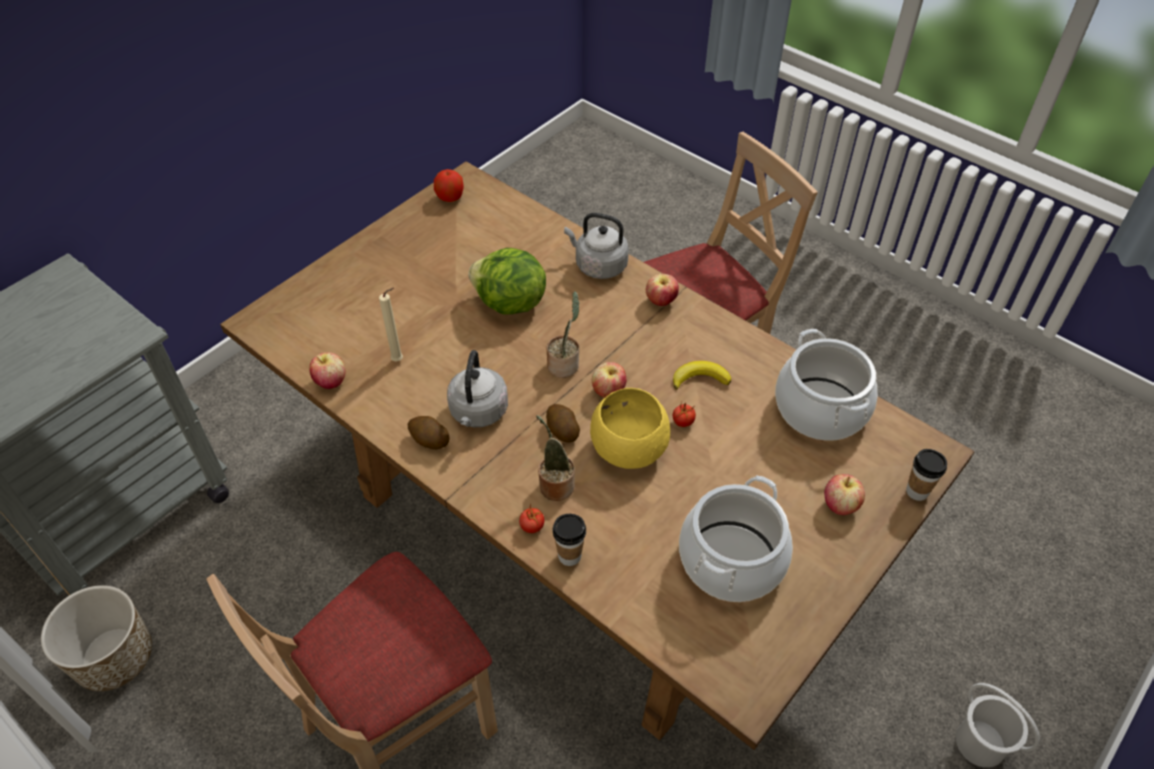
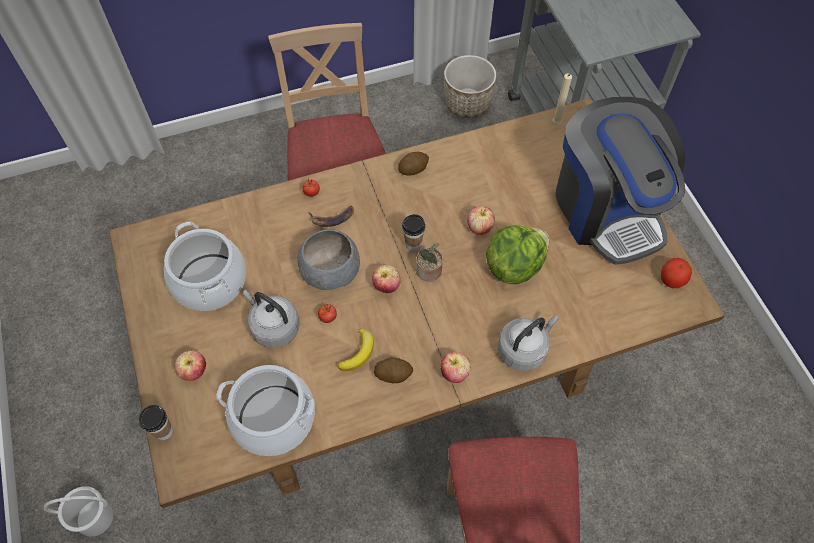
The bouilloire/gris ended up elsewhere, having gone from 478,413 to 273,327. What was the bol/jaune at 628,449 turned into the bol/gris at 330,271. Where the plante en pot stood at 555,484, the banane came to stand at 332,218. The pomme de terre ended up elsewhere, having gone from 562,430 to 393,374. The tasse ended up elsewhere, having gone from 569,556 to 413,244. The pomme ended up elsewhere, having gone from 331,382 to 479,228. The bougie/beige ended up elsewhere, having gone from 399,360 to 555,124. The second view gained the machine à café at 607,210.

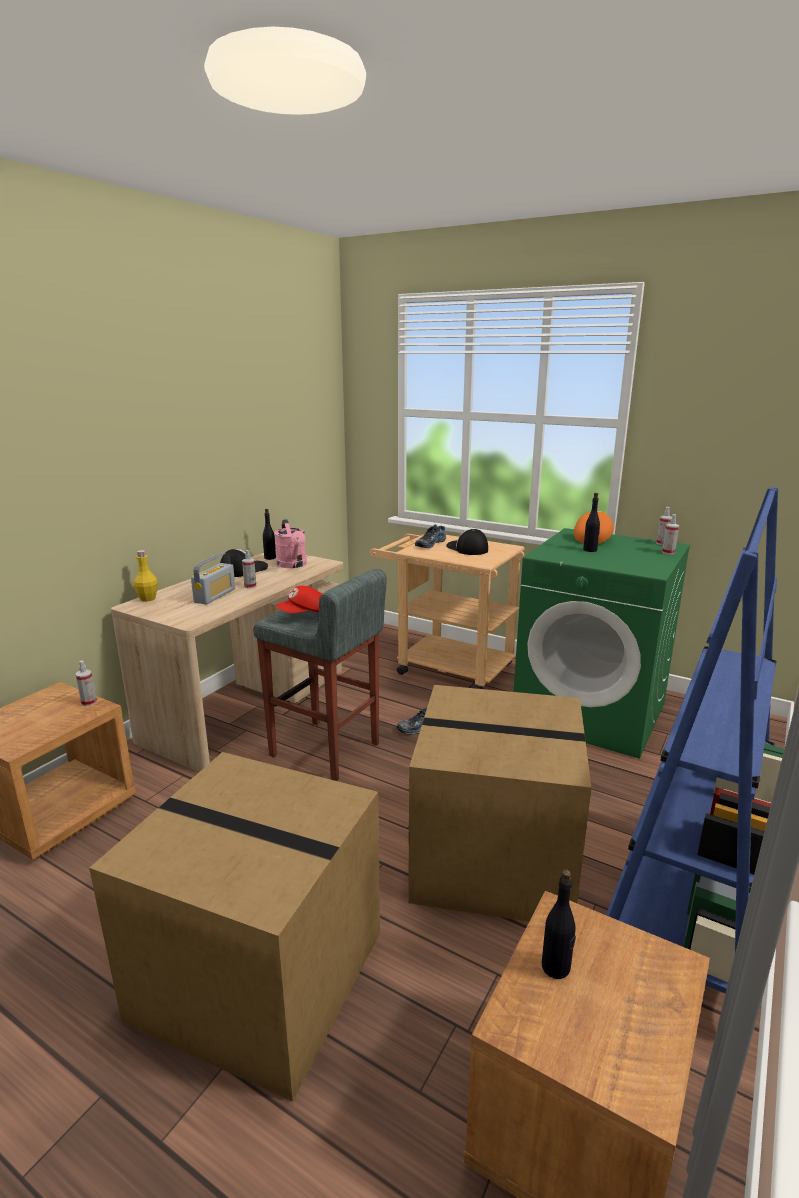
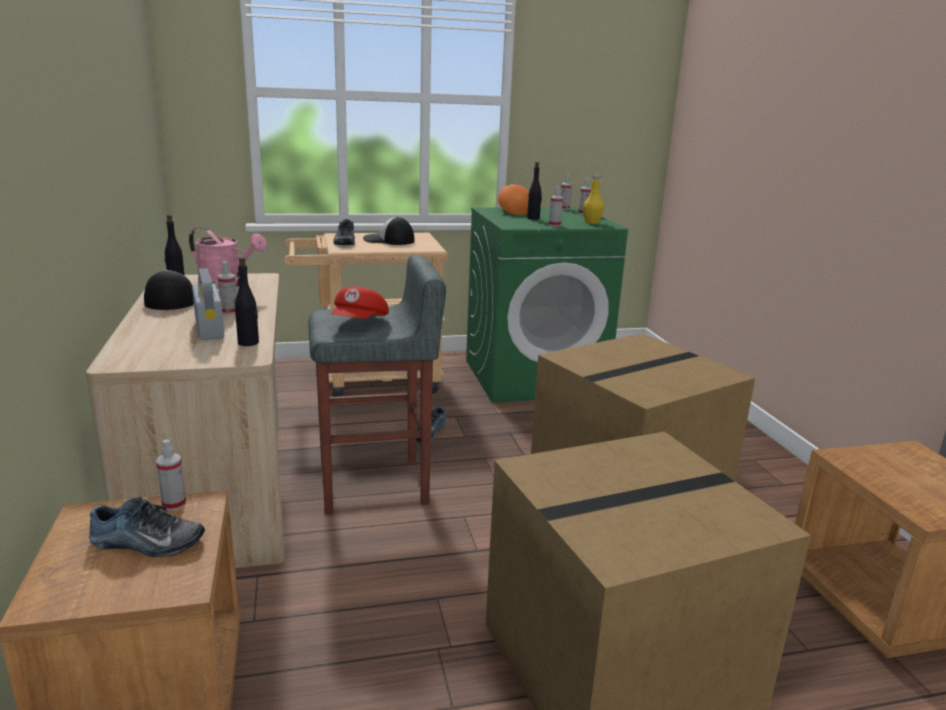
The second view gained the chaussure at 146,543. The bouteille/noir ended up elsewhere, having gone from 556,967 to 248,343. The second view gained the vaporisateur at 554,225. The bouteille/jaune ended up elsewhere, having gone from 148,599 to 592,222. The second view lost the bibliothèque/bleu at 684,913.

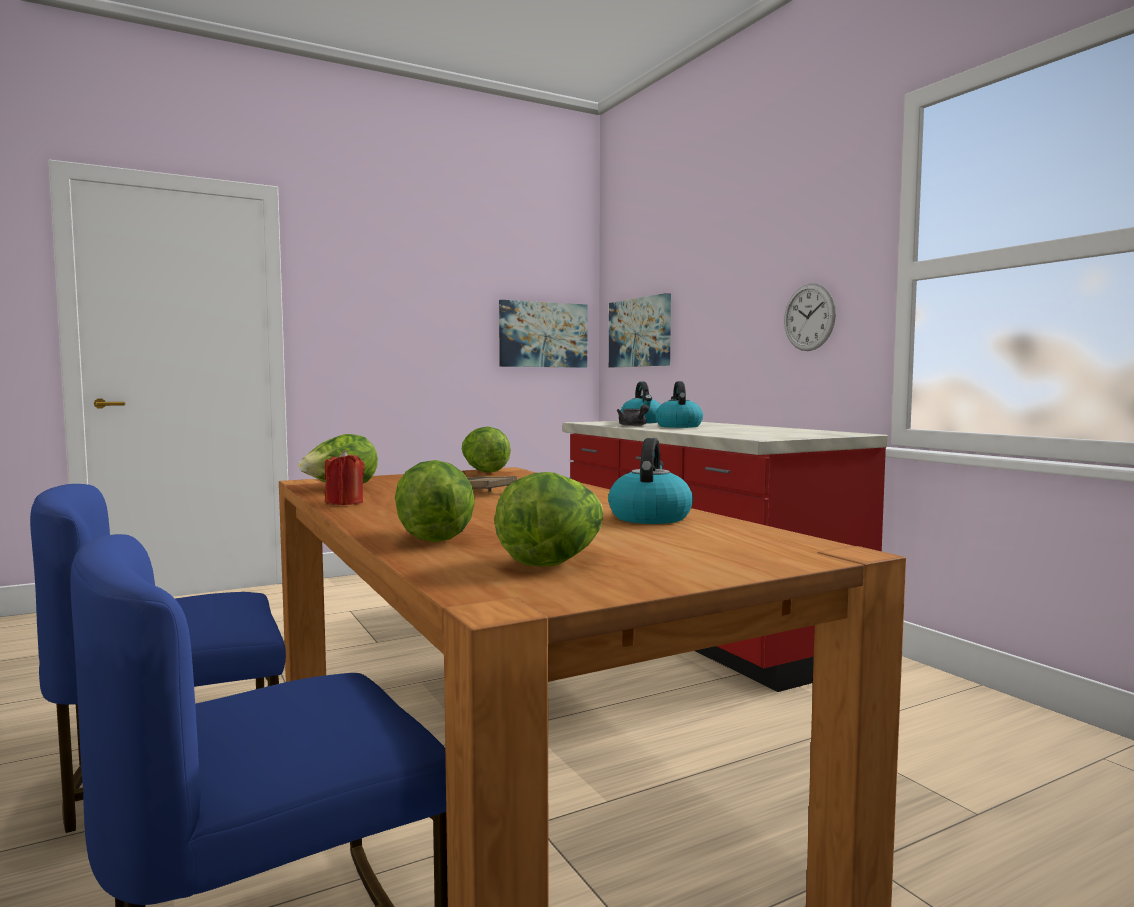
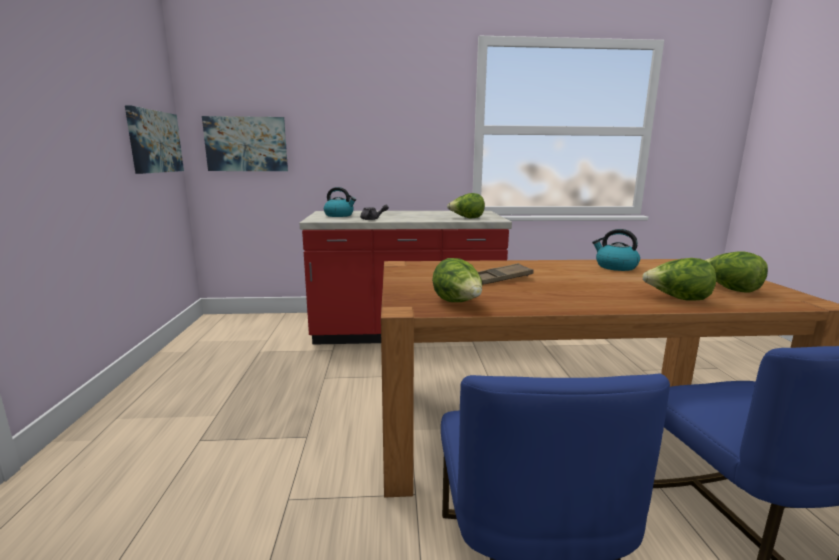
The laitue ended up elsewhere, having gone from 484,471 to 466,218. The second view lost the bougie/rouge at 344,503. The second view lost the bouilloire at 678,426. The second view lost the horloge murale at 809,317.

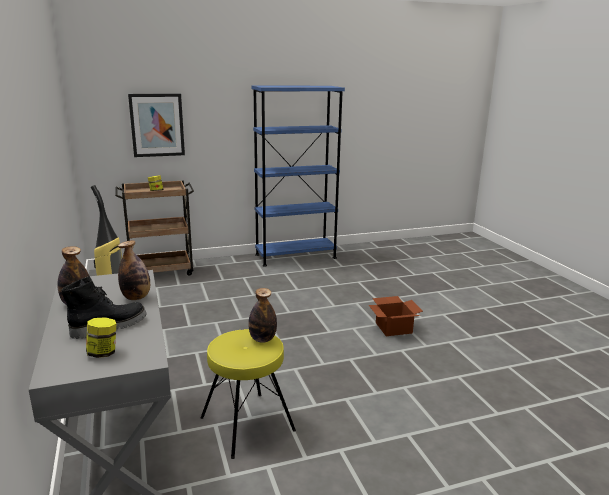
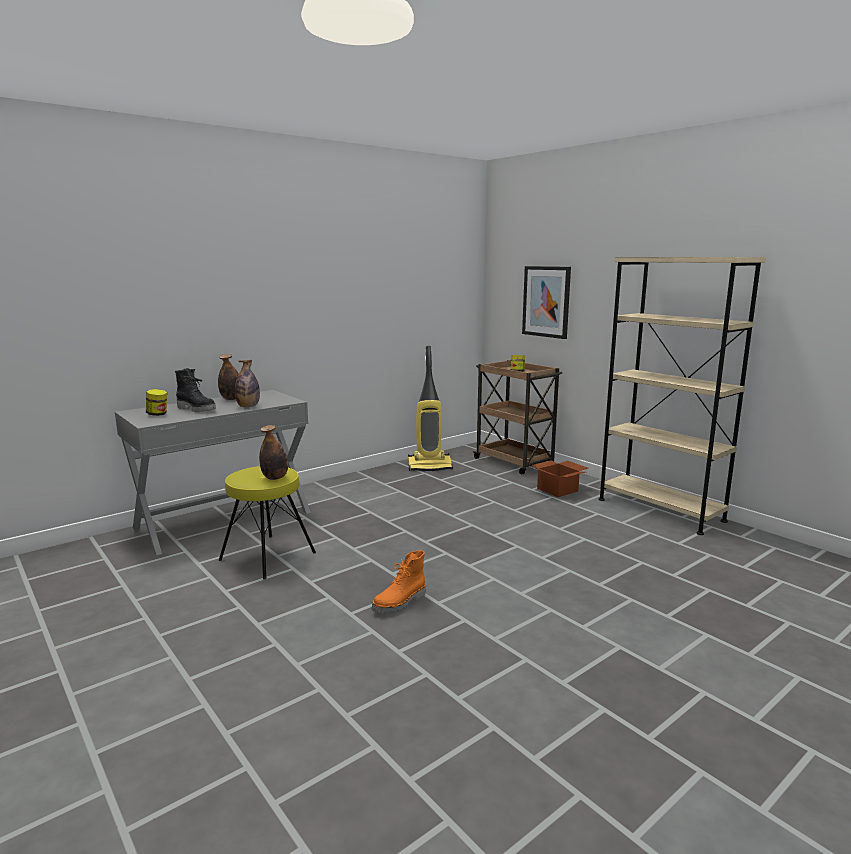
The second view gained the botte/orange at 400,603. The carton ended up elsewhere, having gone from 393,327 to 558,490. What was the bibliothèque/bleu at 295,256 turned into the bibliothèque/beige at 660,510.

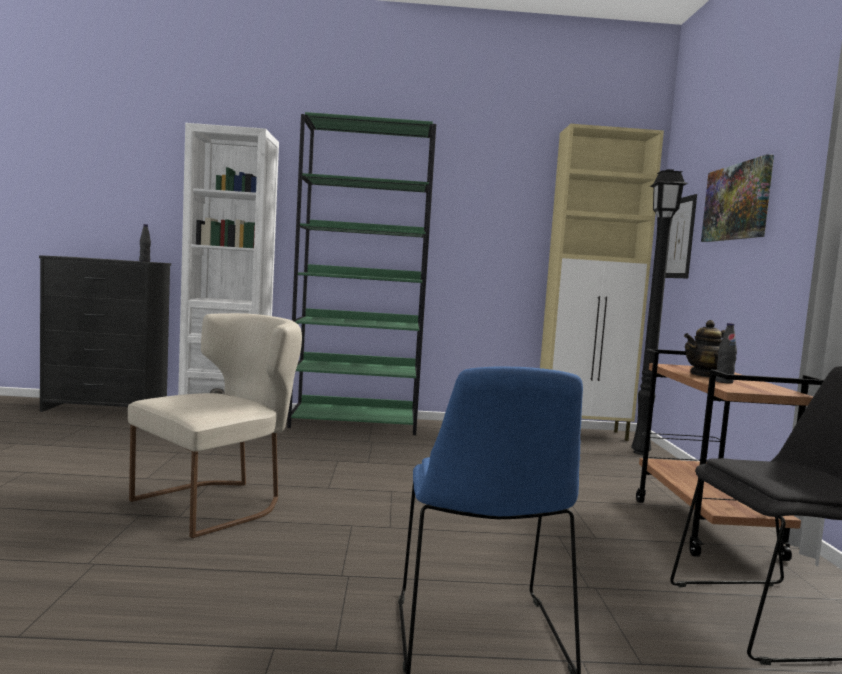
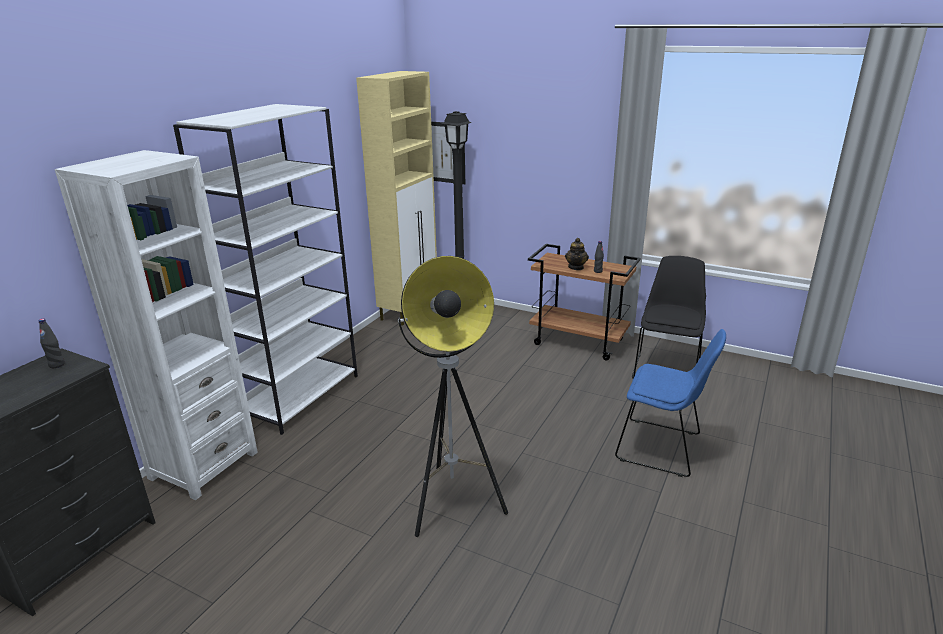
What was the bibliothèque/vert at 355,423 turned into the bibliothèque/blanc at 299,395. Where the chaise/beige stood at 219,502, the lampadaire came to stand at 453,502. The second view lost the tableau at 737,202.

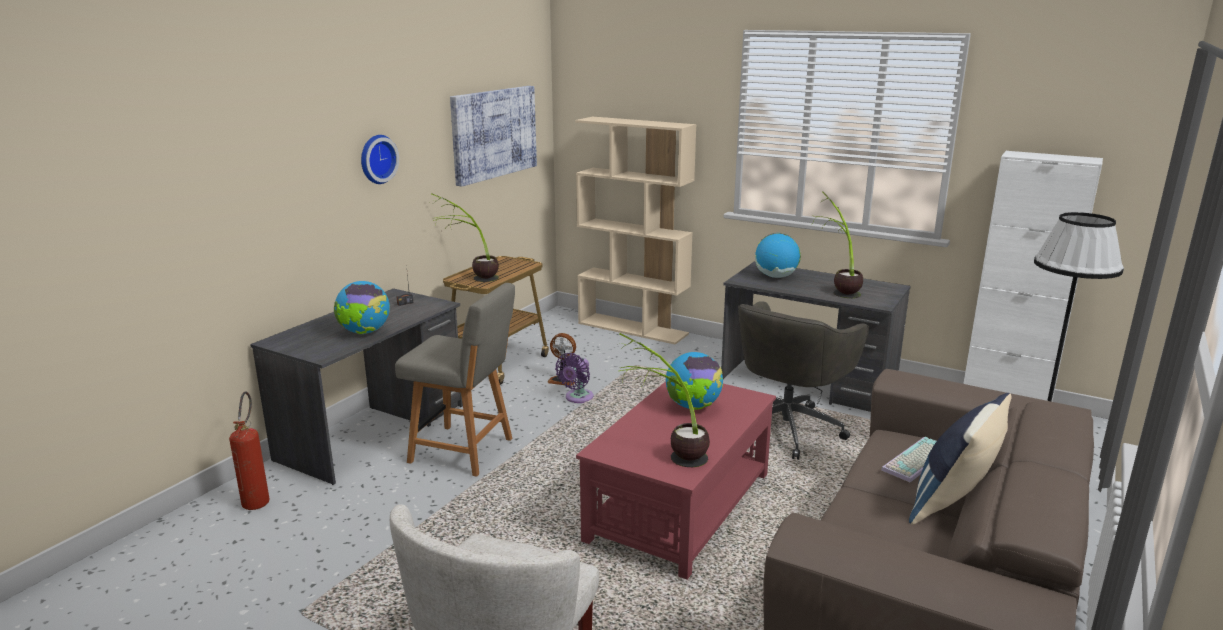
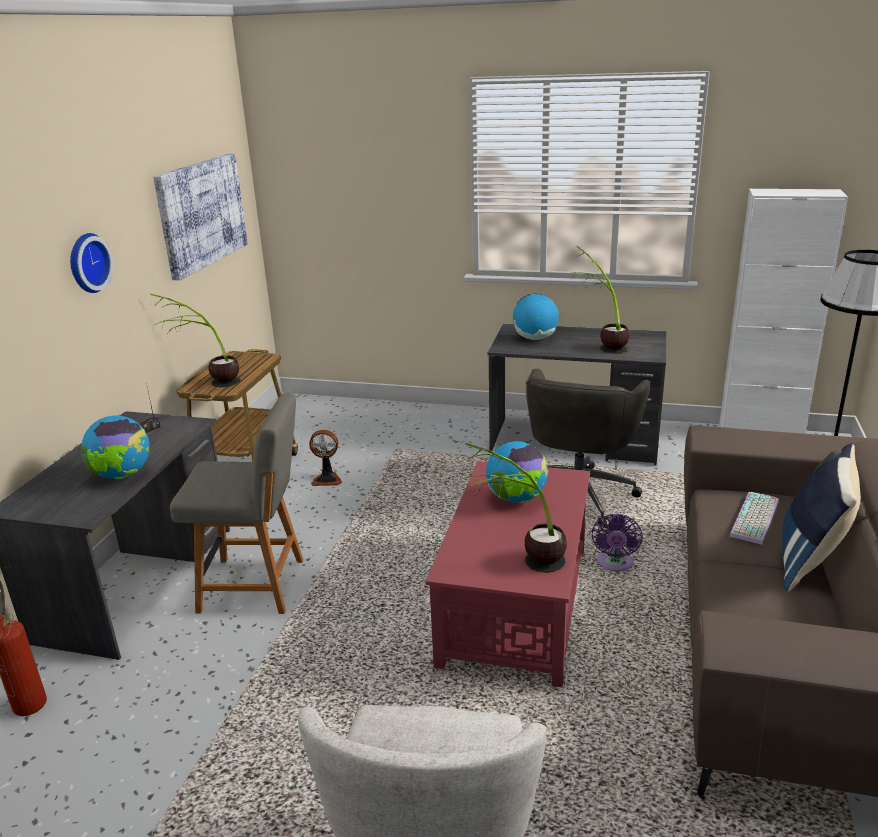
The ventilateur/violet ended up elsewhere, having gone from 577,398 to 614,564. The second view lost the bibliothèque/beige at 633,328.

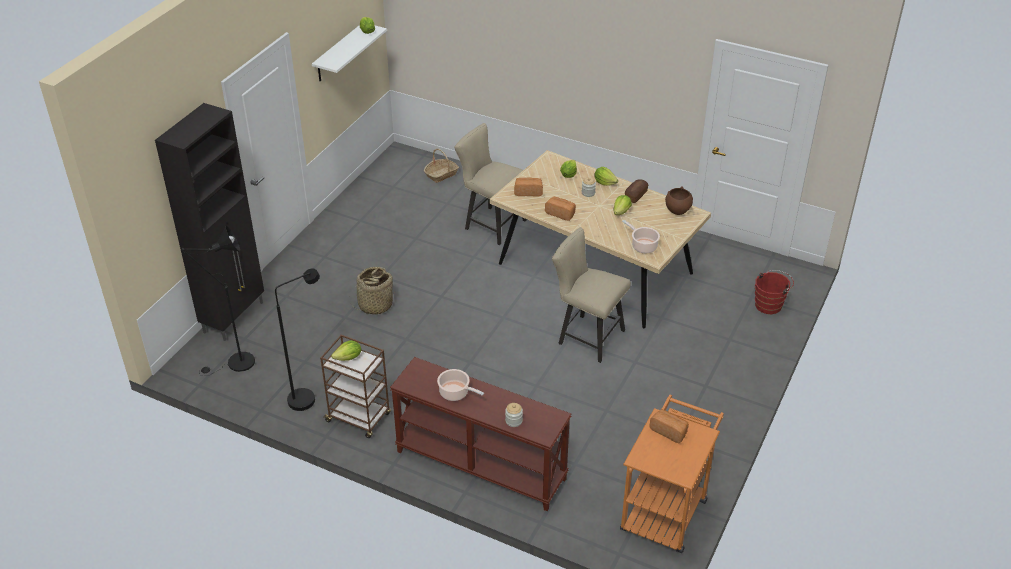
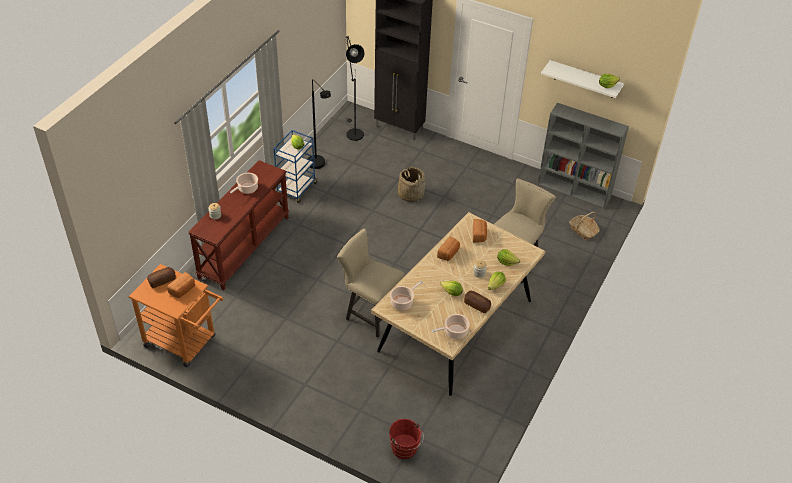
The second view gained the pain at 162,280. What was the chariot/marron at 359,418 turned into the chariot/bleu at 296,189. The chaise/beige at 586,336 ended up facing another way, 90 degrees counterclockwise from before. Where the bol/marron stood at 677,210, the marmite came to stand at 454,332. The second view gained the bibliothèque/gris at 574,191.

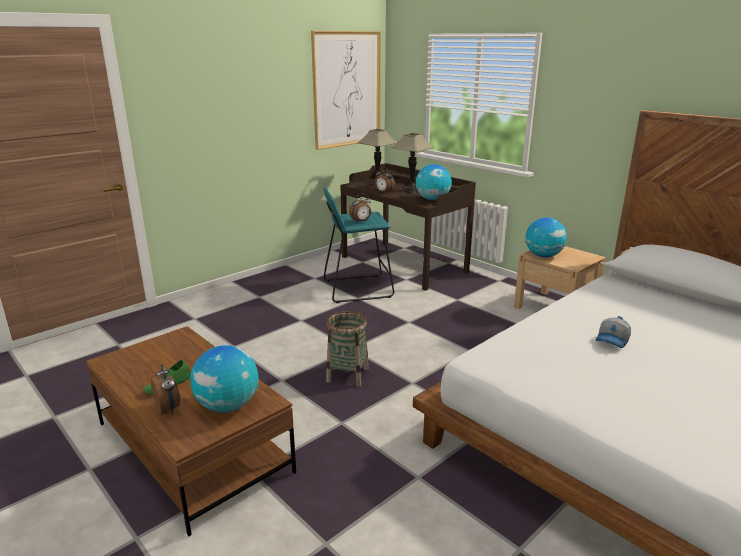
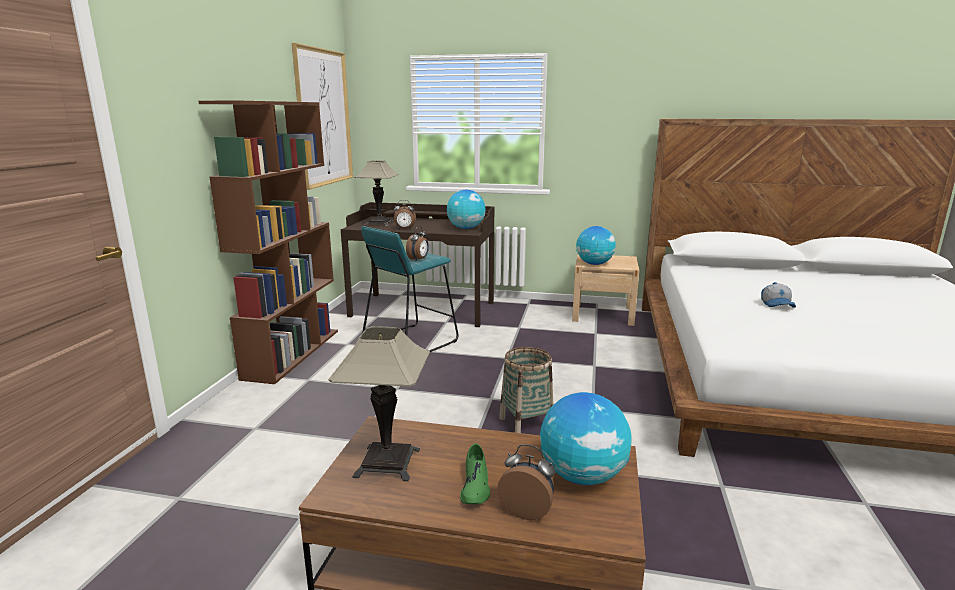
The second view gained the bibliothèque/marron at 292,353. The lampe de table ended up elsewhere, having gone from 411,190 to 387,463.

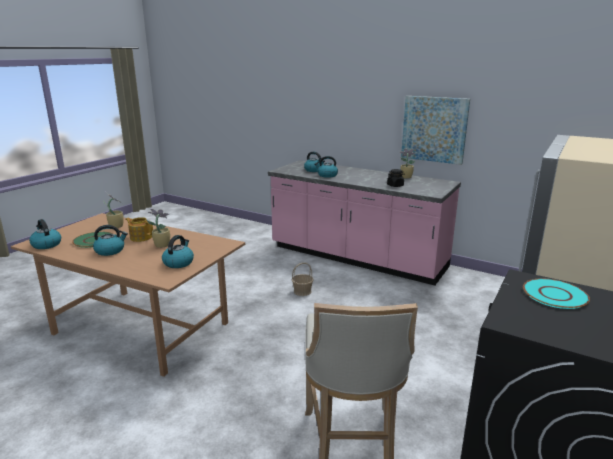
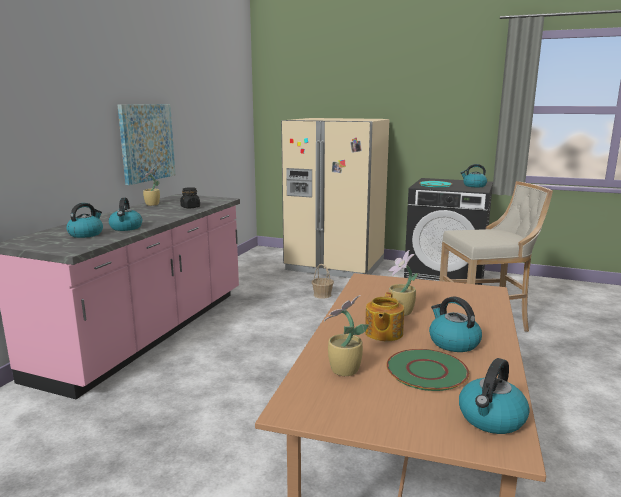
The panier ended up elsewhere, having gone from 302,291 to 322,295. The bouilloire ended up elsewhere, having gone from 178,262 to 474,186.

